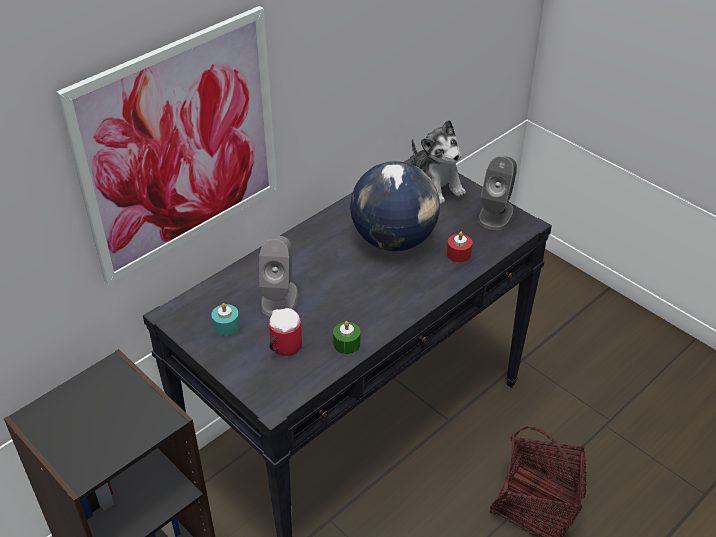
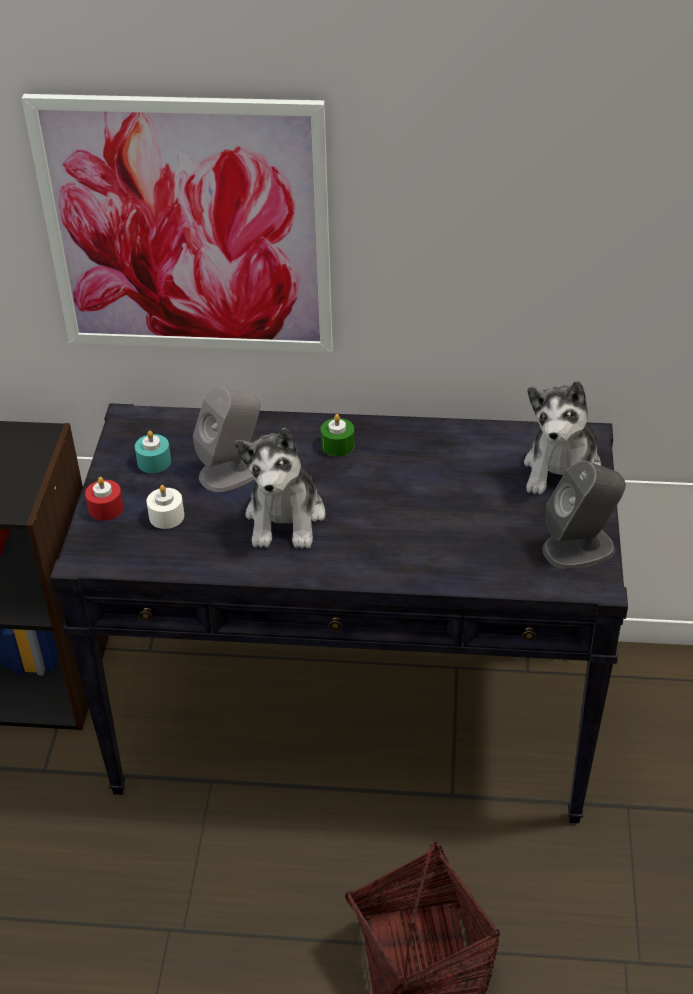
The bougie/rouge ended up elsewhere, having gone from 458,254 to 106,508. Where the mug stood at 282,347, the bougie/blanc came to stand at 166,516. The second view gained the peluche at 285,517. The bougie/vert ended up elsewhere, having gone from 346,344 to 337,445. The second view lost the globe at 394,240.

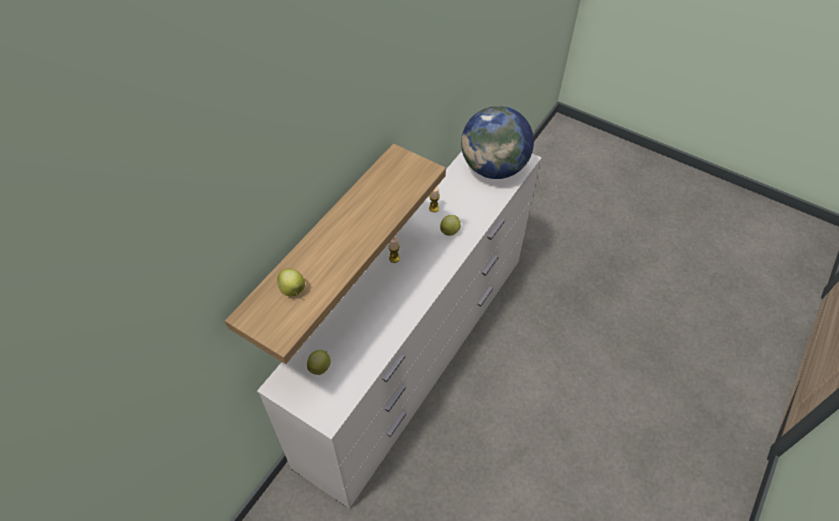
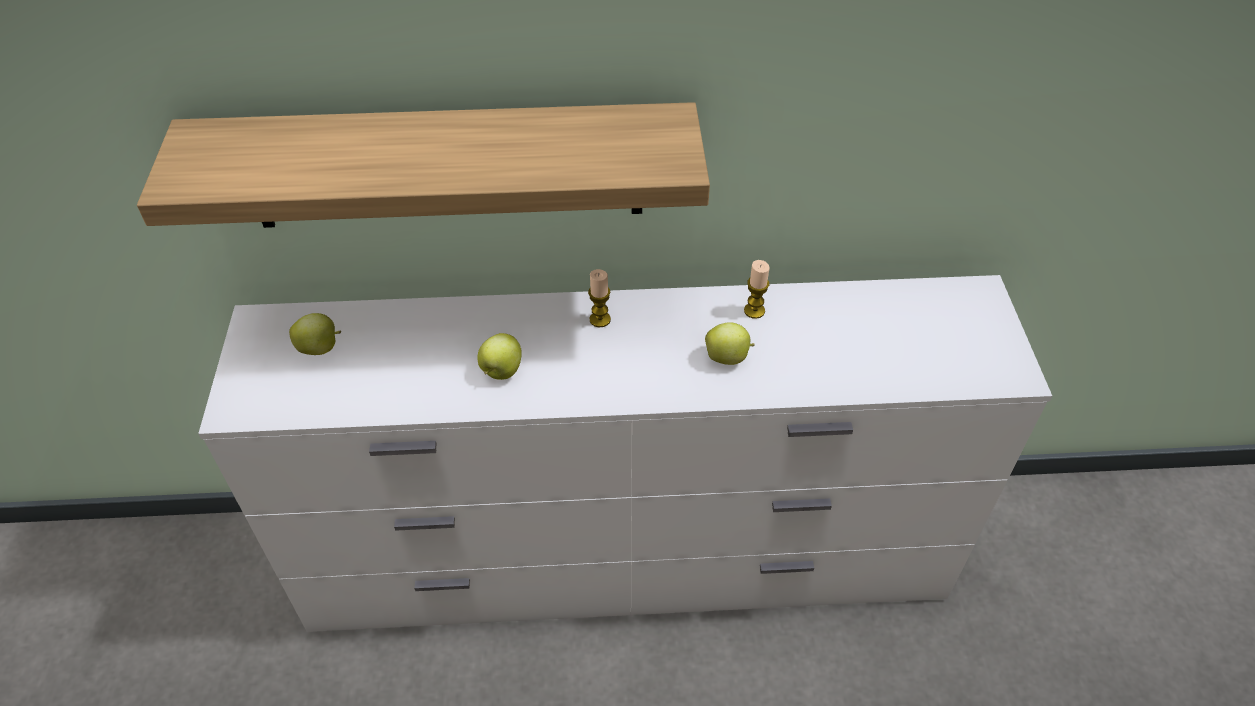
The pomme ended up elsewhere, having gone from 293,290 to 501,371. The second view lost the globe at 494,168.

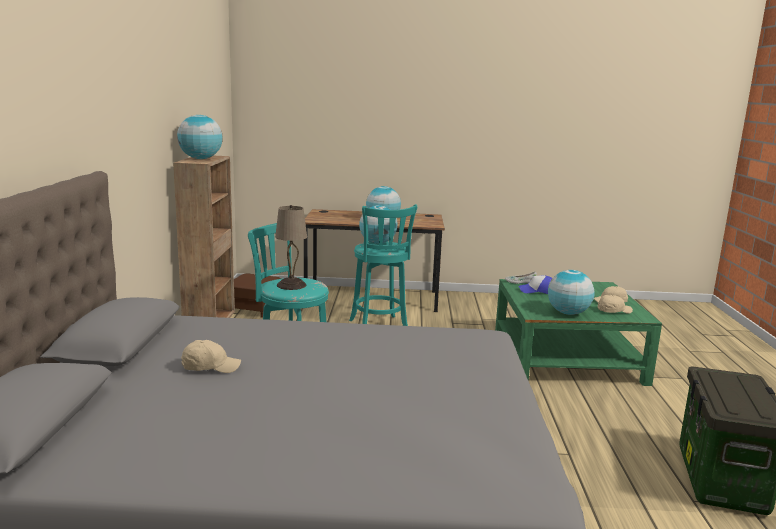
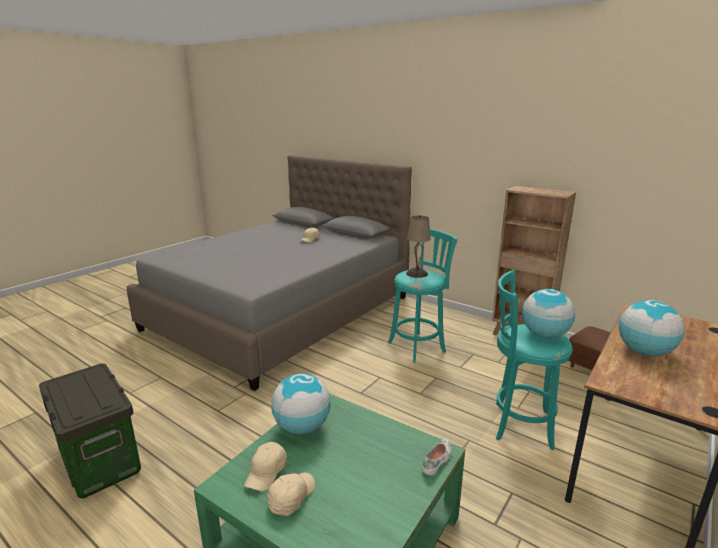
The second view lost the globe at 201,159. The second view lost the casquette at 537,291.

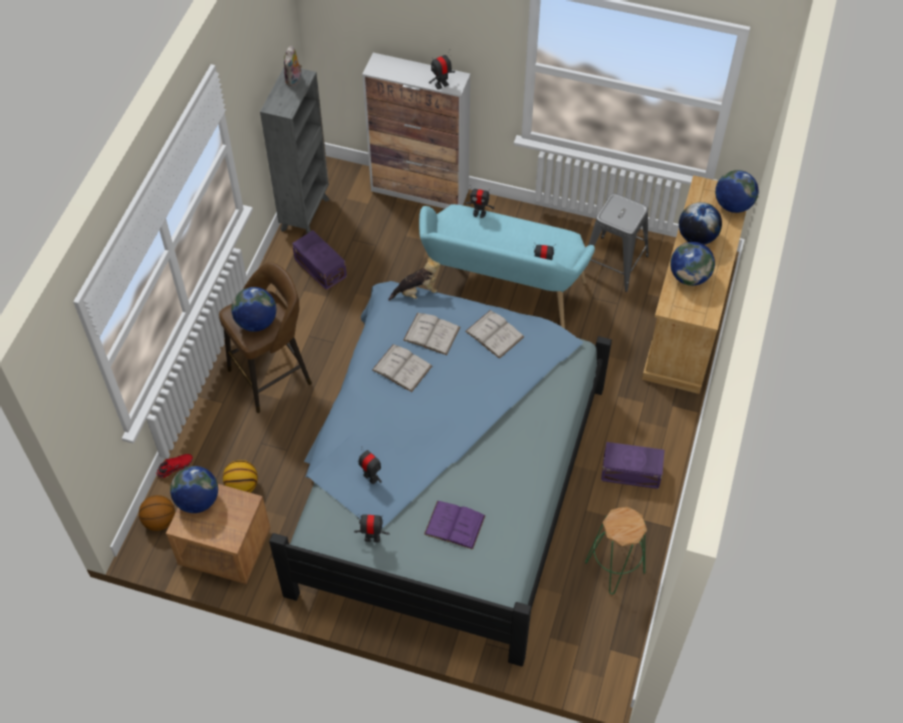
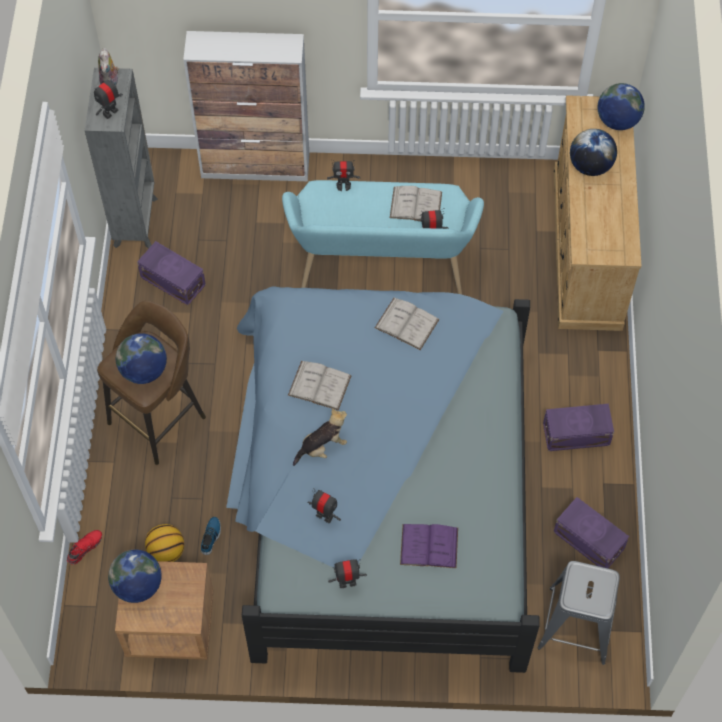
The robot jouet ended up elsewhere, having gone from 441,85 to 110,112. The second view gained the chaussure at 211,537. The peluche ended up elsewhere, having gone from 416,292 to 322,447. The livre/blanc ended up elsewhere, having gone from 431,334 to 416,205. The tabouret/gris ended up elsewhere, having gone from 614,263 to 576,625. Where the tabouret/vert stood at 614,567, the boîte de rangement/violet came to stand at 589,541. The second view lost the ballon de basket at 159,521. The second view lost the globe at 689,277.

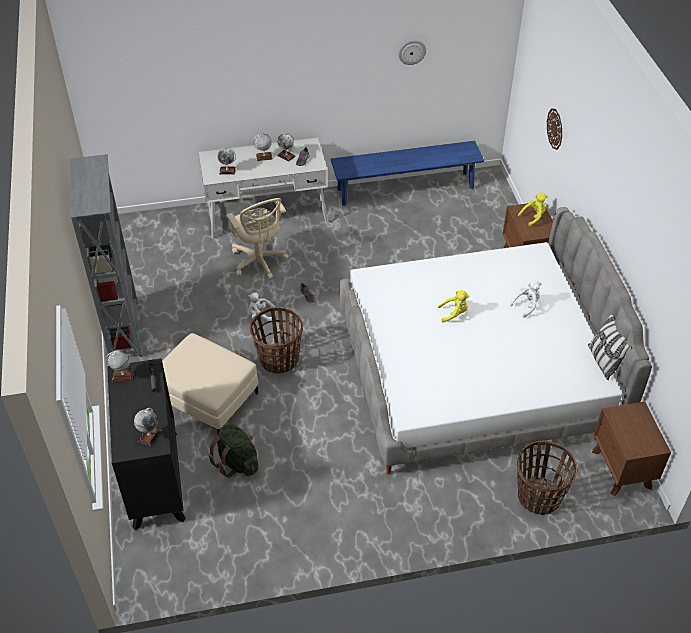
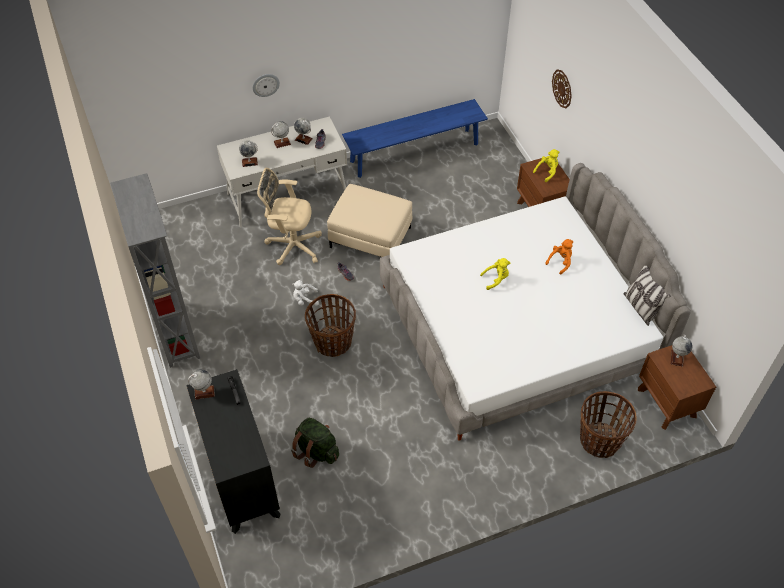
The horloge murale ended up elsewhere, having gone from 412,52 to 265,84. The chaise de bureau/beige at 259,262 ended up facing another way, 135 degrees clockwise from before. The pouf/beige ended up elsewhere, having gone from 207,398 to 370,237. What was the peluche/blanc at 526,305 turned into the peluche/orange at 560,262. The globe ended up elsewhere, having gone from 149,436 to 677,358.

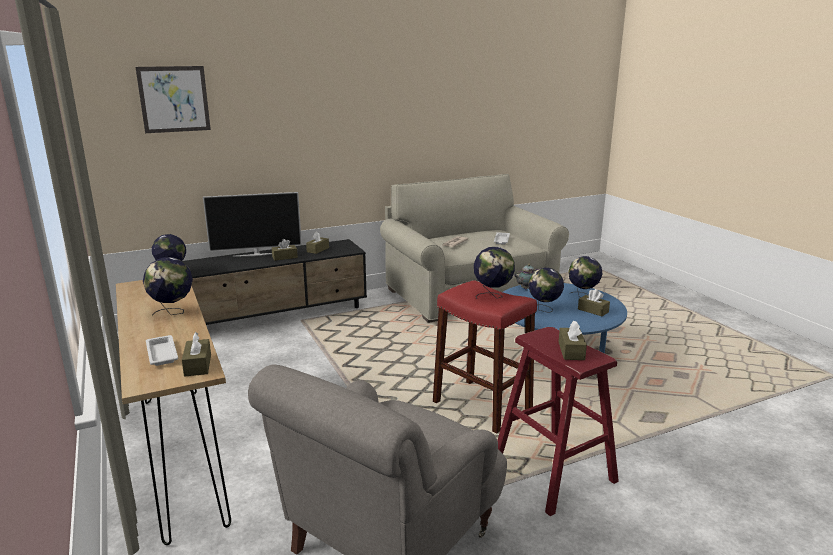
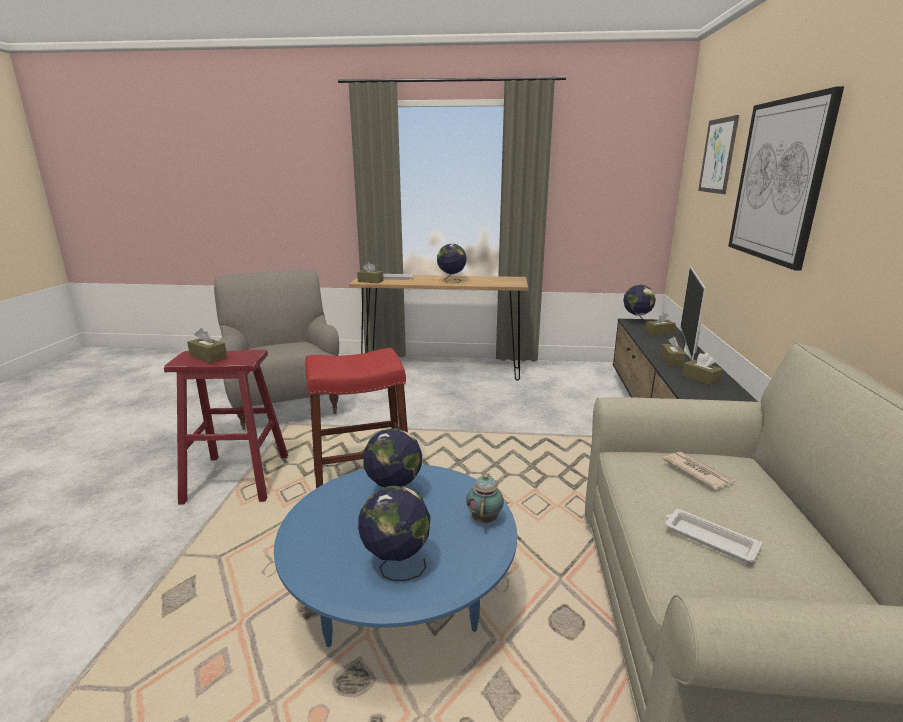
The boîte à mouchoirs/marron ended up elsewhere, having gone from 593,310 to 659,333. The second view gained the tableau at 778,181. The second view lost the globe at 492,296.

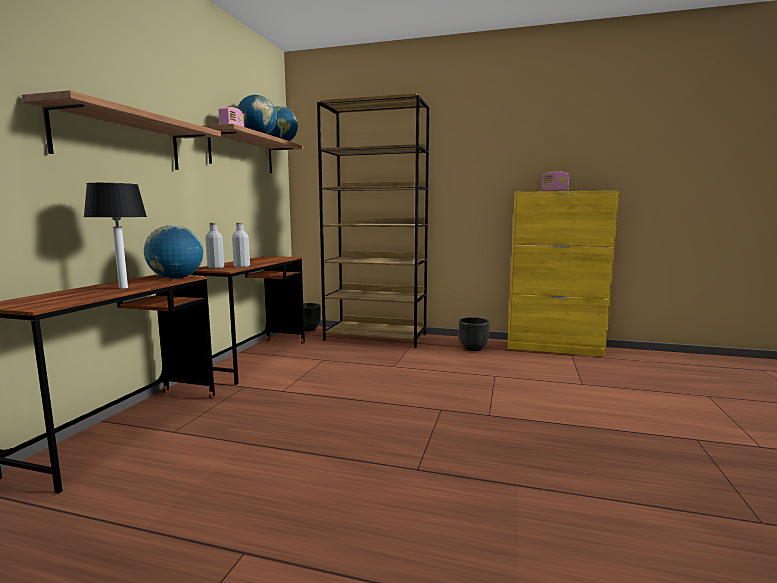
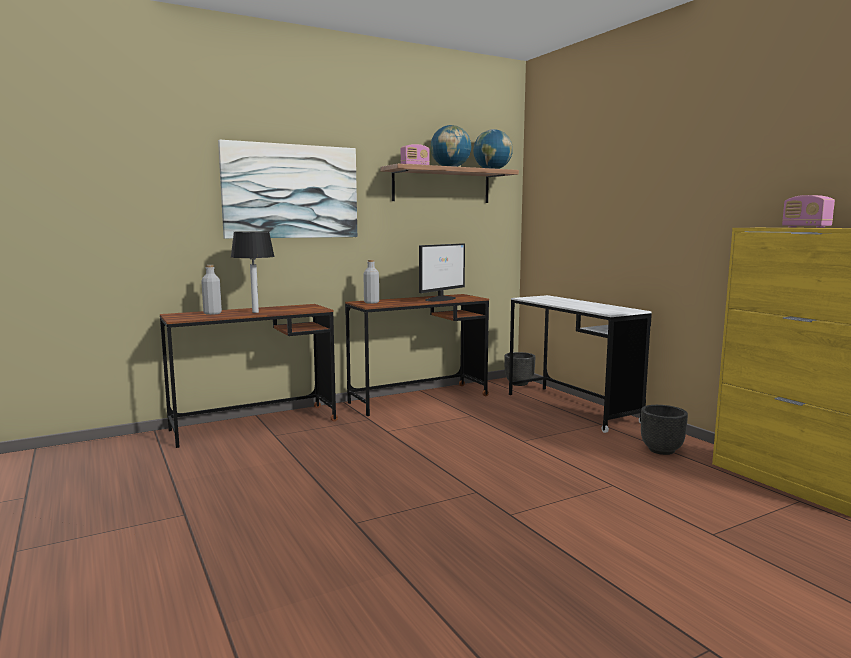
The bouteille/gris ended up elsewhere, having gone from 241,266 to 212,313. Where the étagère hung at 121,140, the tableau came to hang at 291,191. The second view gained the écran d'ordinateur at 441,299. Where the bibliothèque/marron stood at 376,337, the bureau/blanc came to stand at 571,408. The second view lost the globe at 176,278.

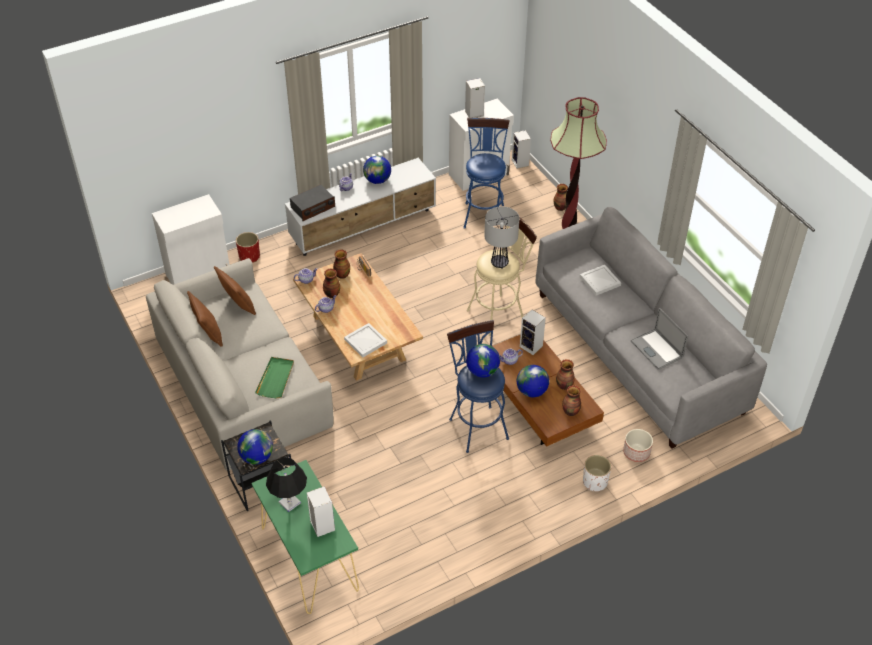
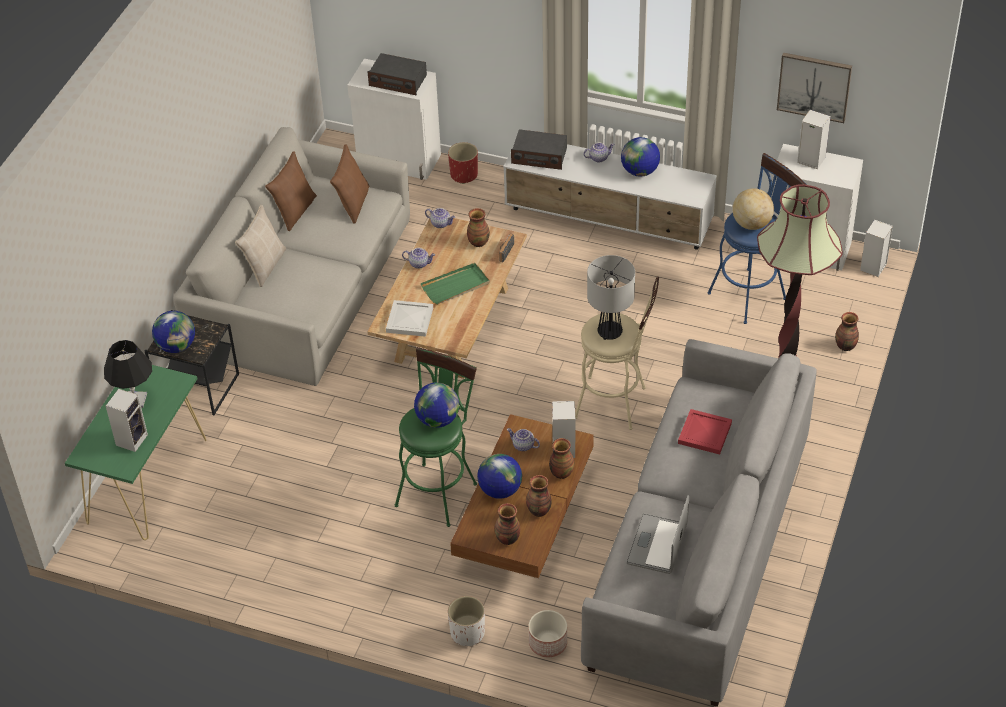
The second view gained the coussin/beige at 265,265. The second view gained the radio at 398,81. What was the tabouret/bleu at 476,425 turned into the tabouret/vert at 439,489. The plateau/vert ended up elsewhere, having gone from 276,378 to 456,286. The vase ended up elsewhere, having gone from 331,294 to 561,472. What was the plateau/blanc at 599,282 turned into the plateau/rouge at 704,433. The second view gained the globe at 751,224. The second view gained the tableau at 814,86.

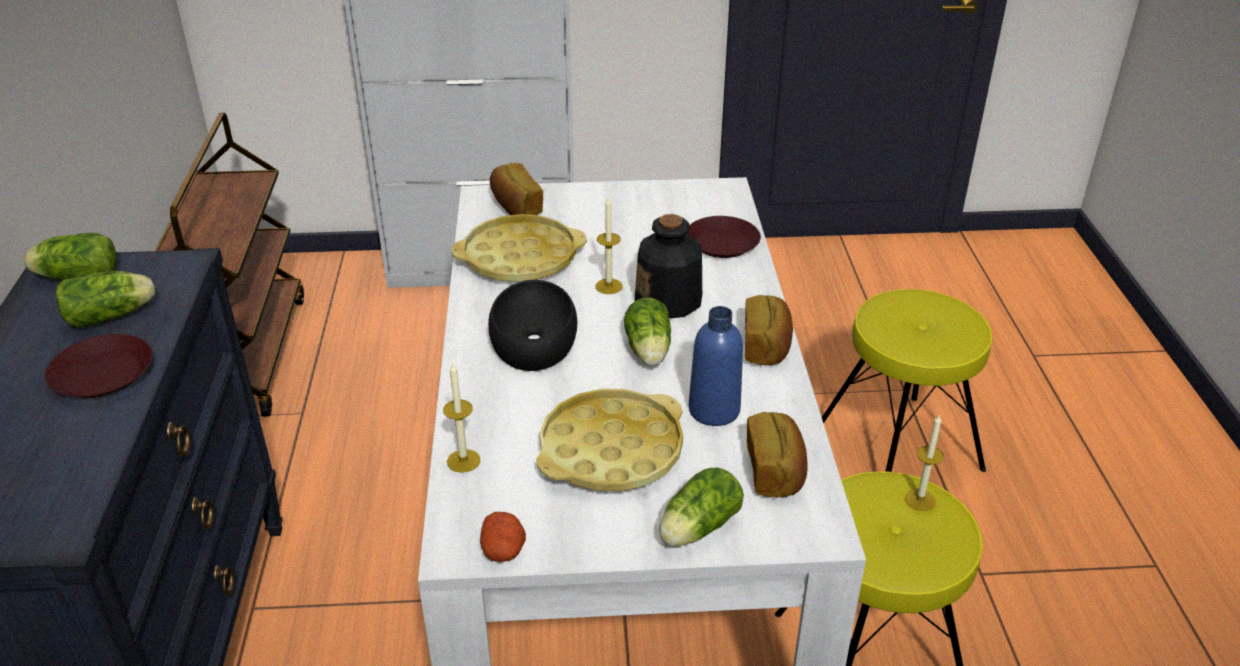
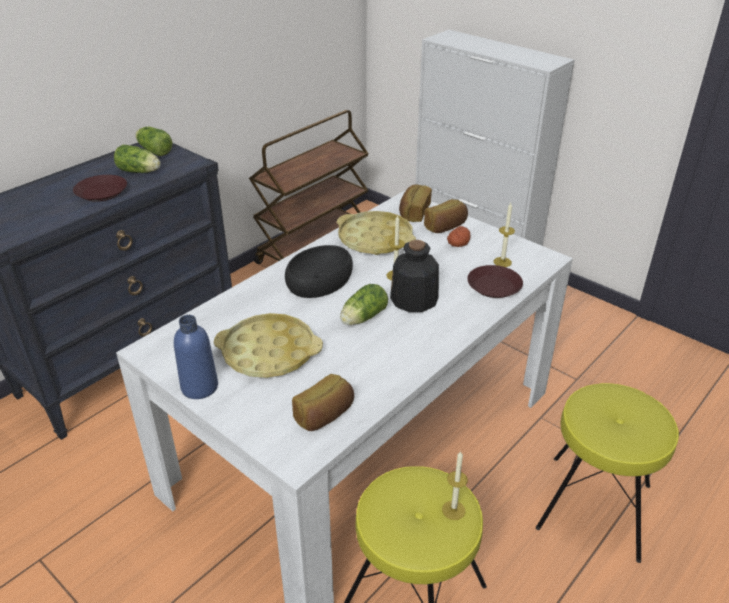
The bouteille/bleu ended up elsewhere, having gone from 714,410 to 199,387. The pain ended up elsewhere, having gone from 766,346 to 446,227. The pomme de terre ended up elsewhere, having gone from 503,550 to 458,244. The bougie ended up elsewhere, having gone from 463,461 to 502,262. The second view lost the laitue at 696,529.

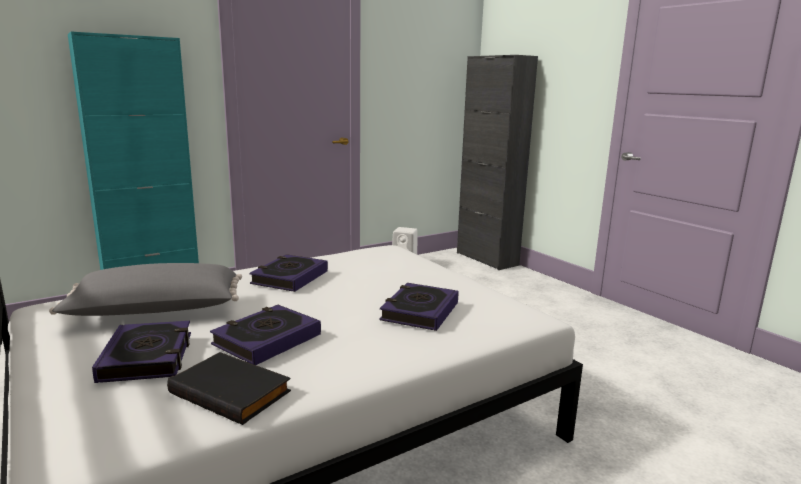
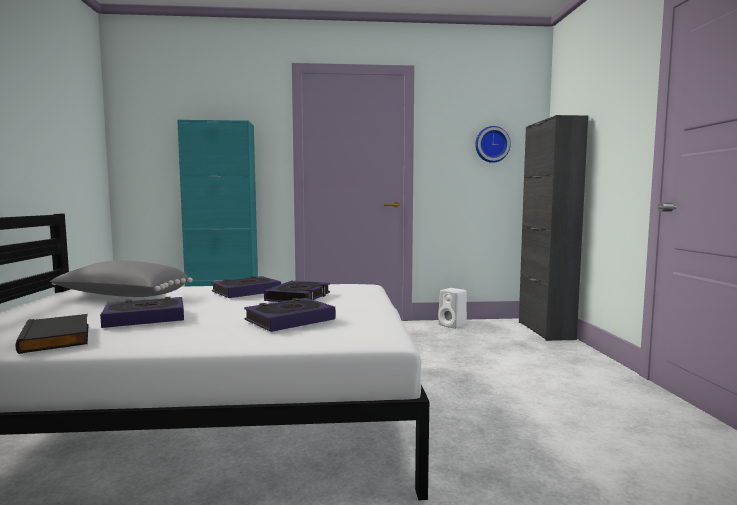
The livre ended up elsewhere, having gone from 147,357 to 298,297. The second view gained the horloge murale at 491,144.

